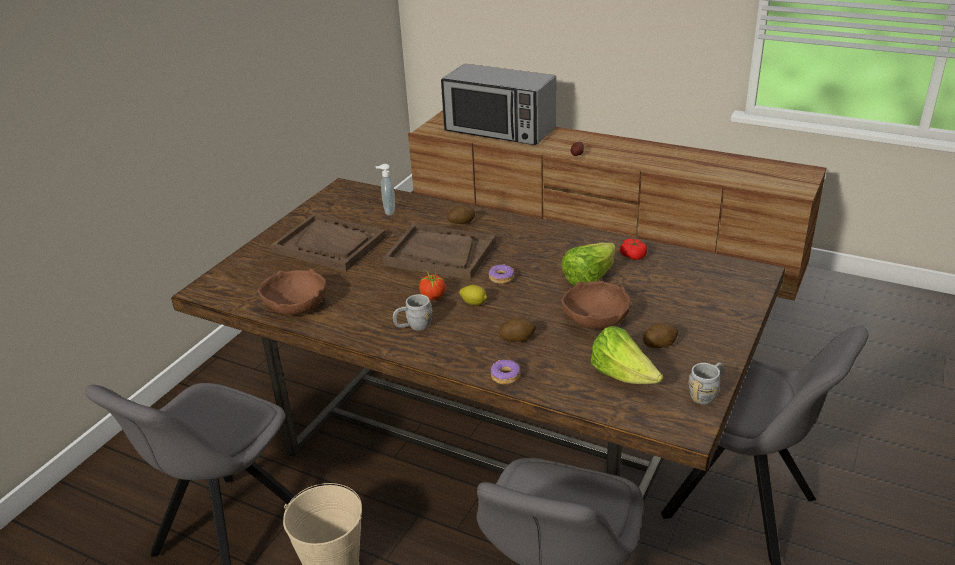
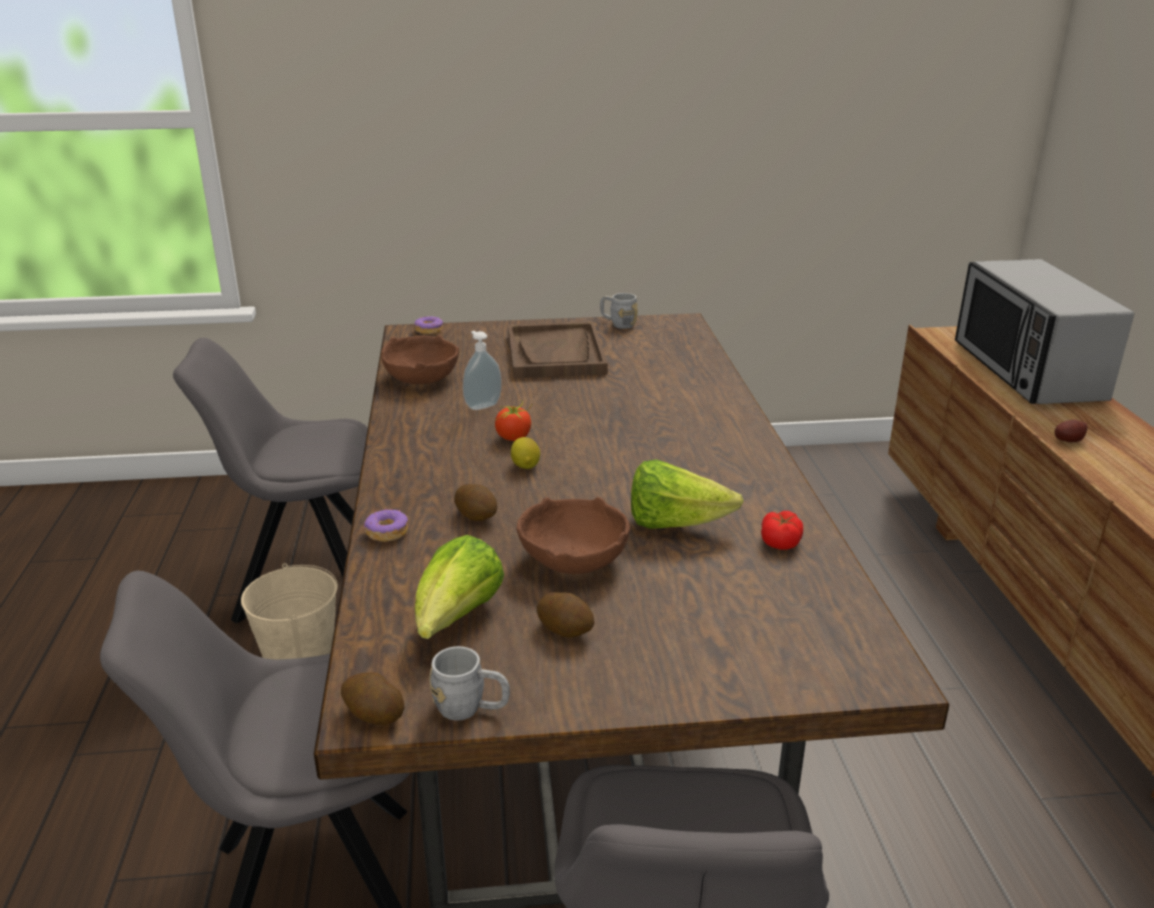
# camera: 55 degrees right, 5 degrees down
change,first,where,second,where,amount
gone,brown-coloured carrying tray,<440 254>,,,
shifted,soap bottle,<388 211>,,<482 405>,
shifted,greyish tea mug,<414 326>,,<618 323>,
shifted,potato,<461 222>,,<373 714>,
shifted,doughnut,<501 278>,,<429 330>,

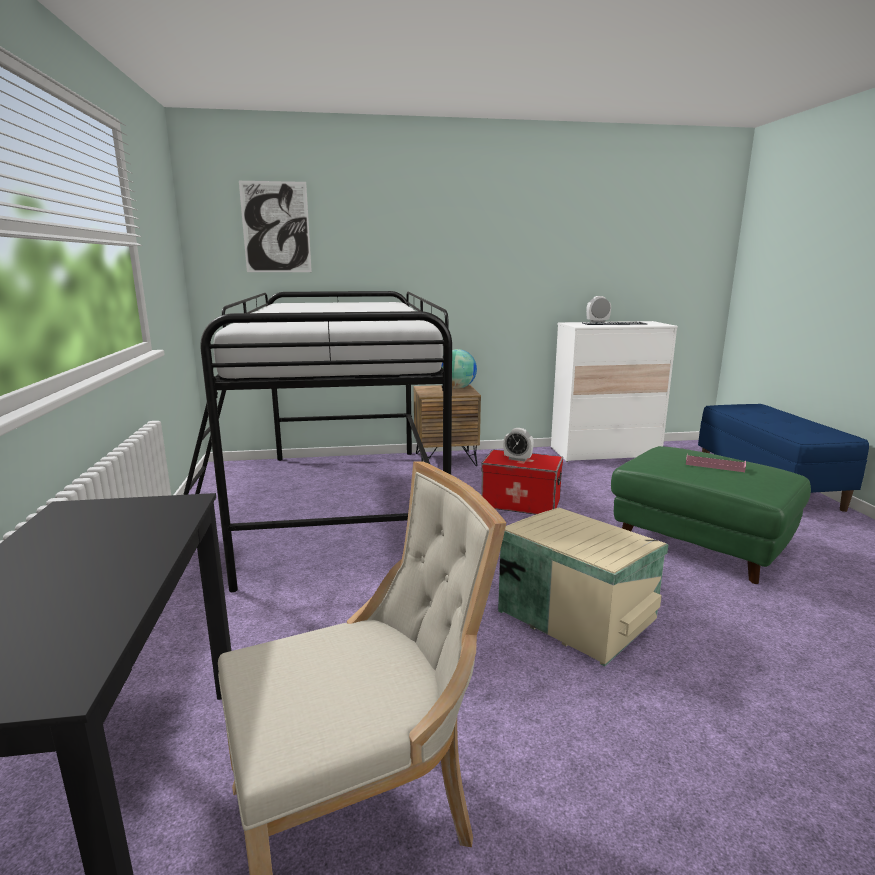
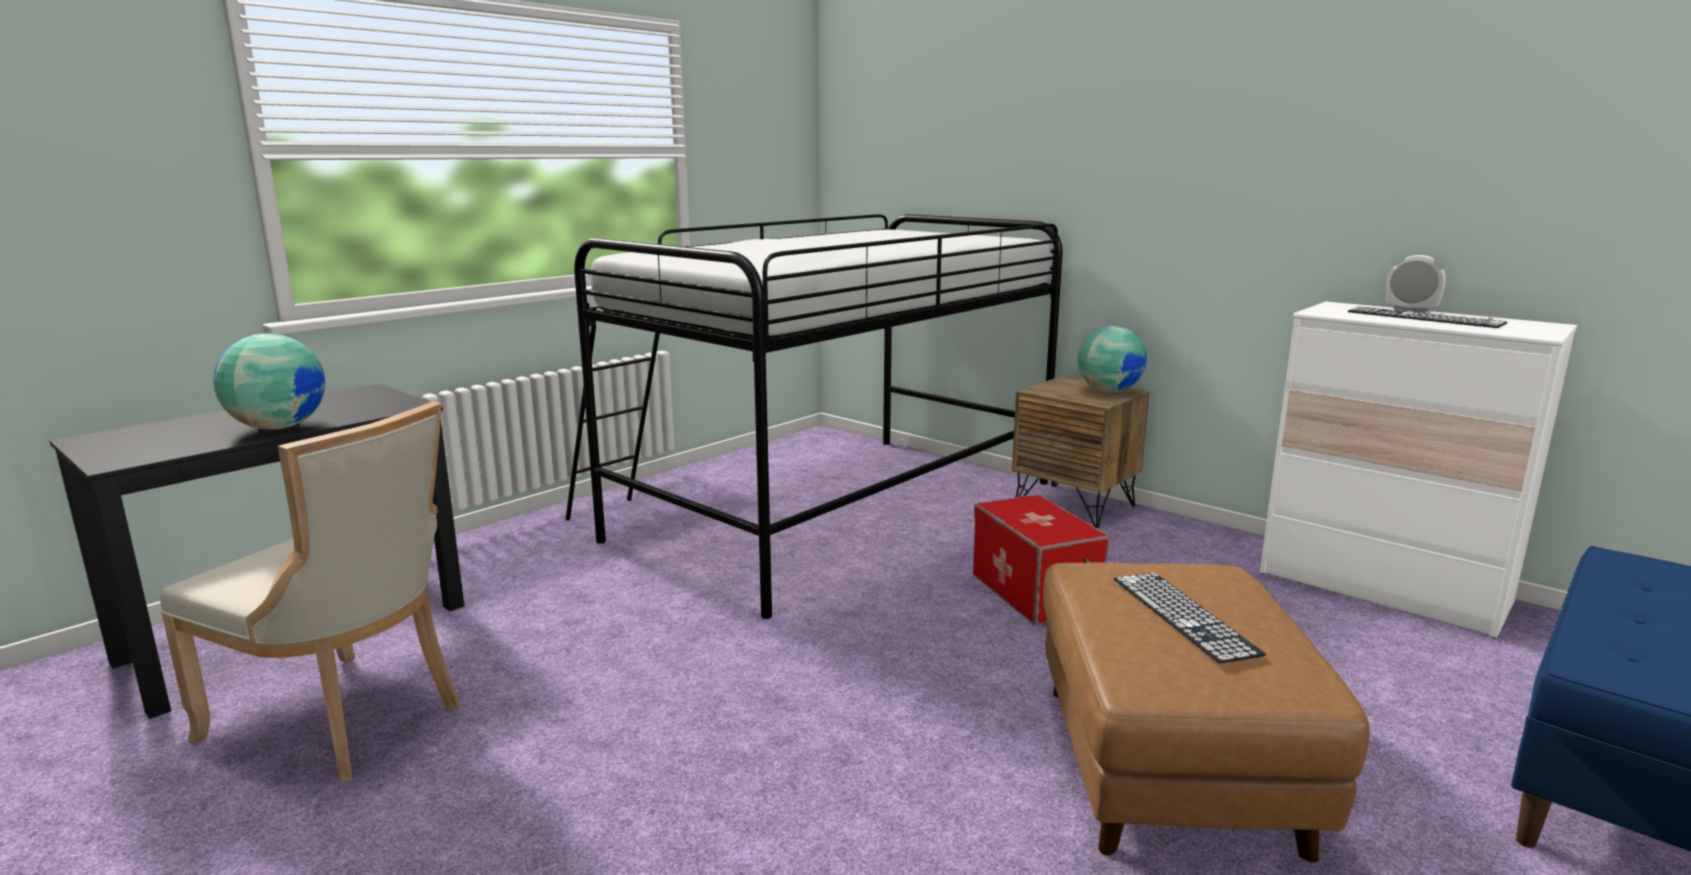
# camera: 50 degrees right, 0 degrees up
change,first,where,second,where,amount
gone,wall art,<276 227>,,,
gone,beige storage bin,<576 613>,,,
gone,table clock,<517 459>,,,
new,,,world globe,<278 427>,
swapped,pink-coloured carrying tray,<714 465>,keyboard,<1183 615>,
repainted,green-coloured pouffe,<700 543>,brown-coloured pouffe,<1170 766>,

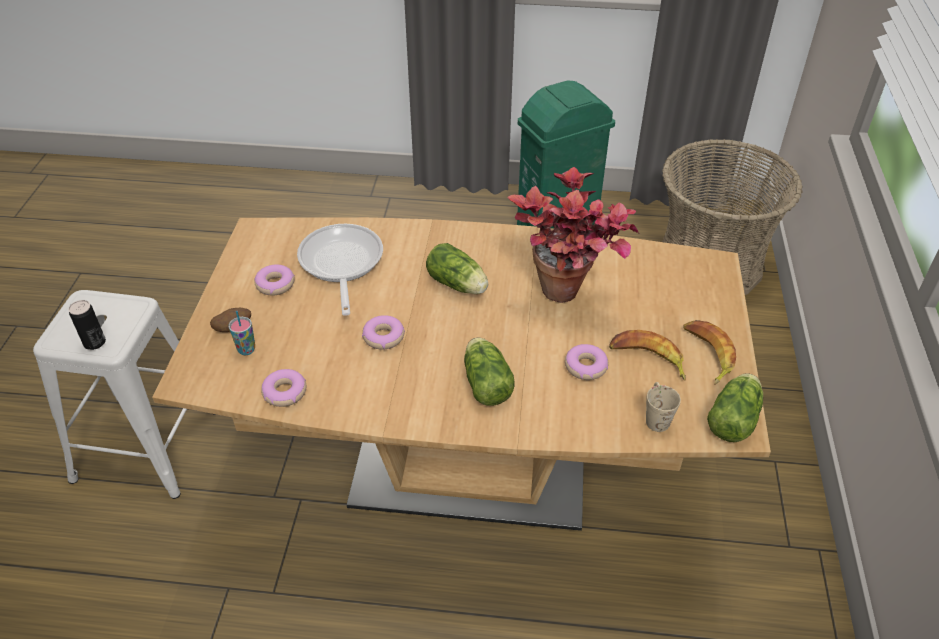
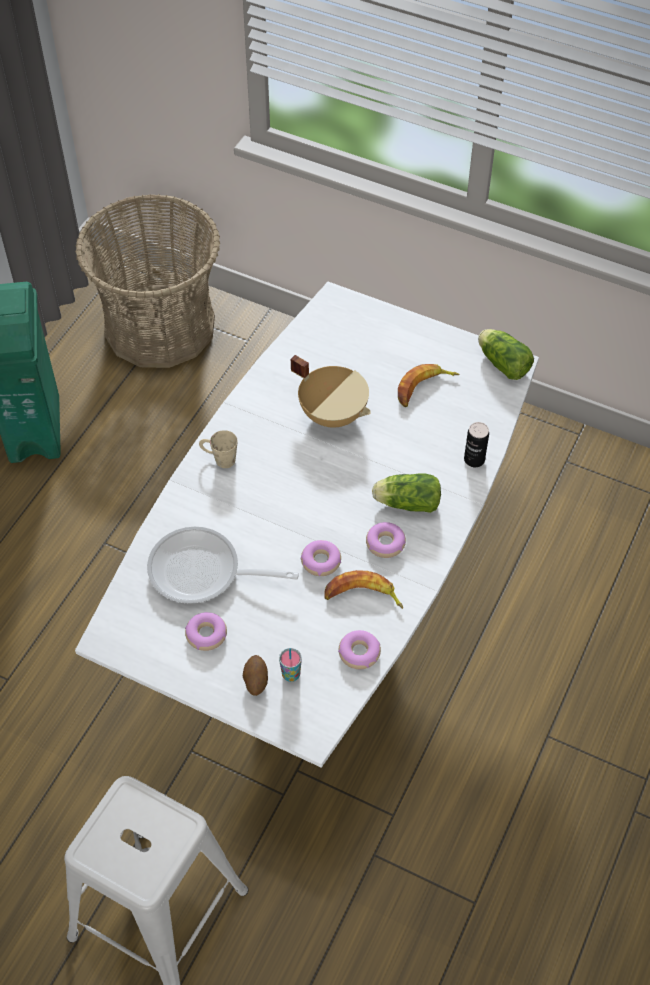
# camera: 70 degrees left, 10 degrees up
change,first,where,second,where,amount
gone,lettuce head,<458 285>,,,
shifted,metal can,<94 343>,,<474 459>,
shifted,doughnut,<585 367>,,<385 543>,
shifted,beige tea mug,<655 416>,,<219 459>,
shifted,whole banana,<707 354>,,<362 596>,
swapped,houseplant,<569 299>,beige saucepot,<333 413>,
repainted,brown-coloured kitchen table,<469 472>,white-coloured kitchen table,<325 616>,

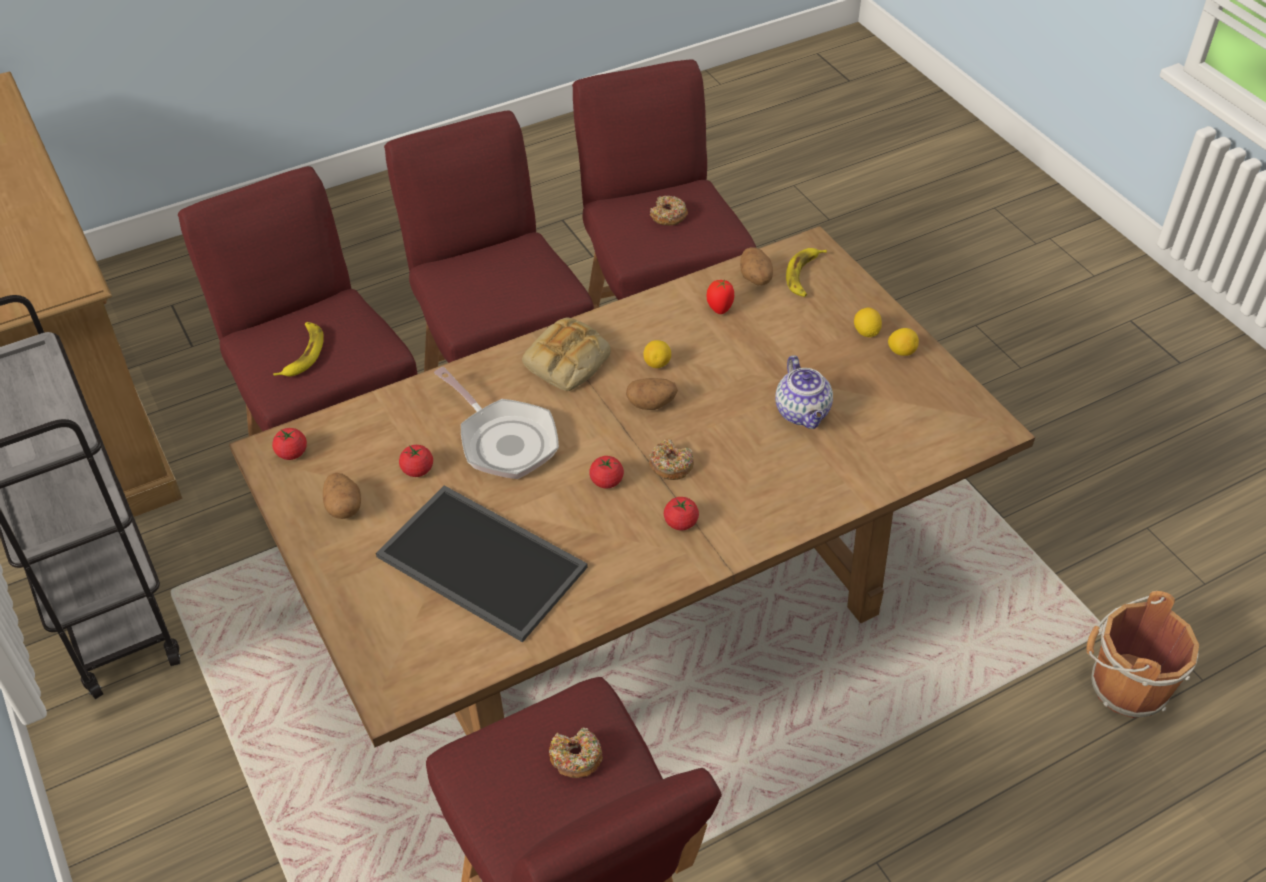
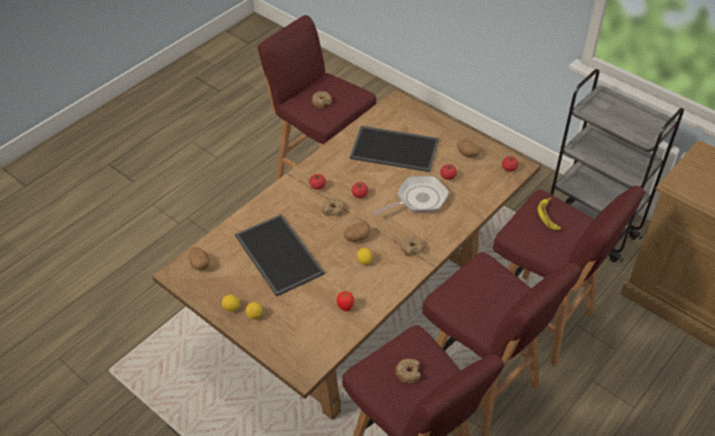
# camera: 160 degrees right, 0 degrees up
change,first,where,second,where,amount
gone,whole banana,<804 275>,,,
gone,brown-coloured pail,<1124 685>,,,
shifted,potato,<756 279>,,<200 264>,
swapped,bakery bread,<567 362>,doughnut,<412 248>,
swapped,tea pot,<803 413>,carrying tray,<277 254>,
rotated,pan,<504 440>,,<418 200>,120 degrees clockwise

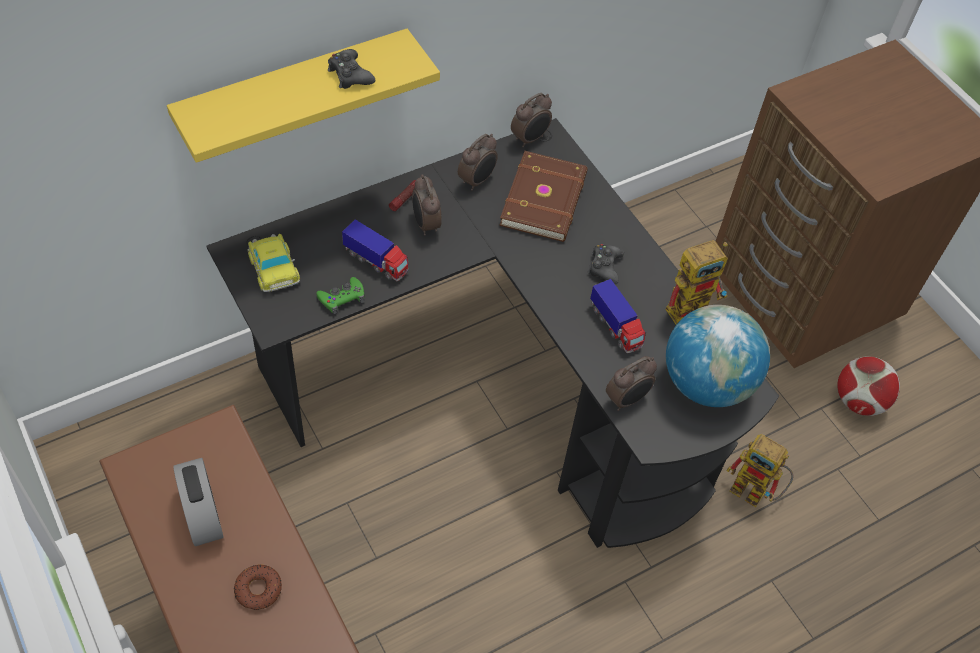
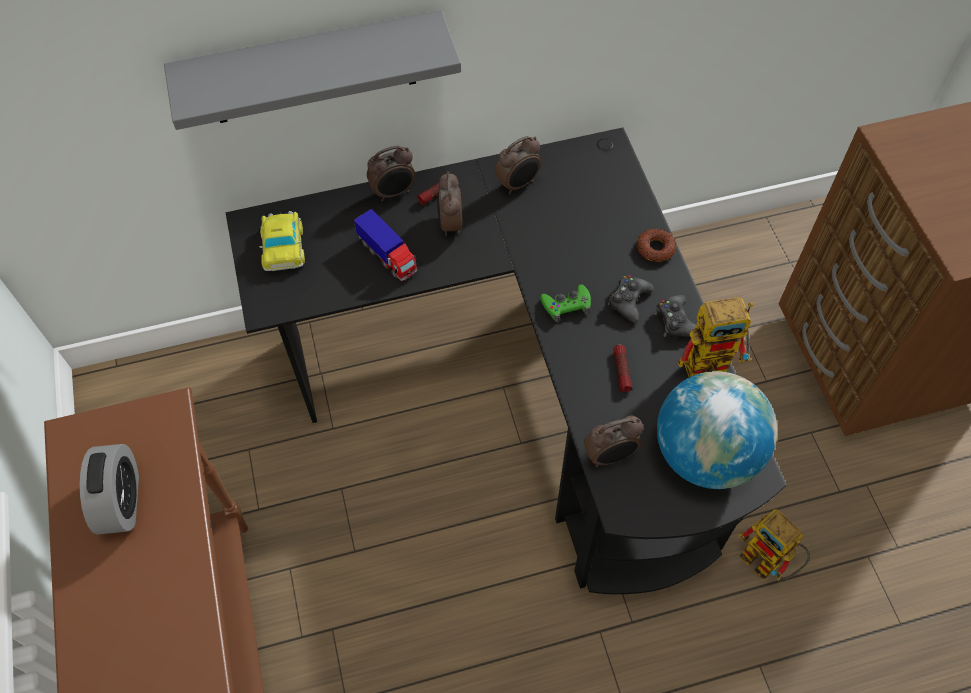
# camera: 20 degrees right, 5 degrees up
change,first,where,second,where,amount
gone,brown-coloured bound book,<545 199>,,,
gone,football ball,<859 401>,,,
shifted,doughnut,<258 589>,,<655 248>,
shifted,green-coloured game controller,<342 298>,,<566 305>,
shifted,blackish game controller,<350 75>,,<675 322>,
shifted,table clock,<530 139>,,<394 192>,
swapped,toy truck,<615 327>,hand torch,<621 371>,
repainted,yellow bracket shelf,<294 95>,greyish bracket shelf,<312 69>,

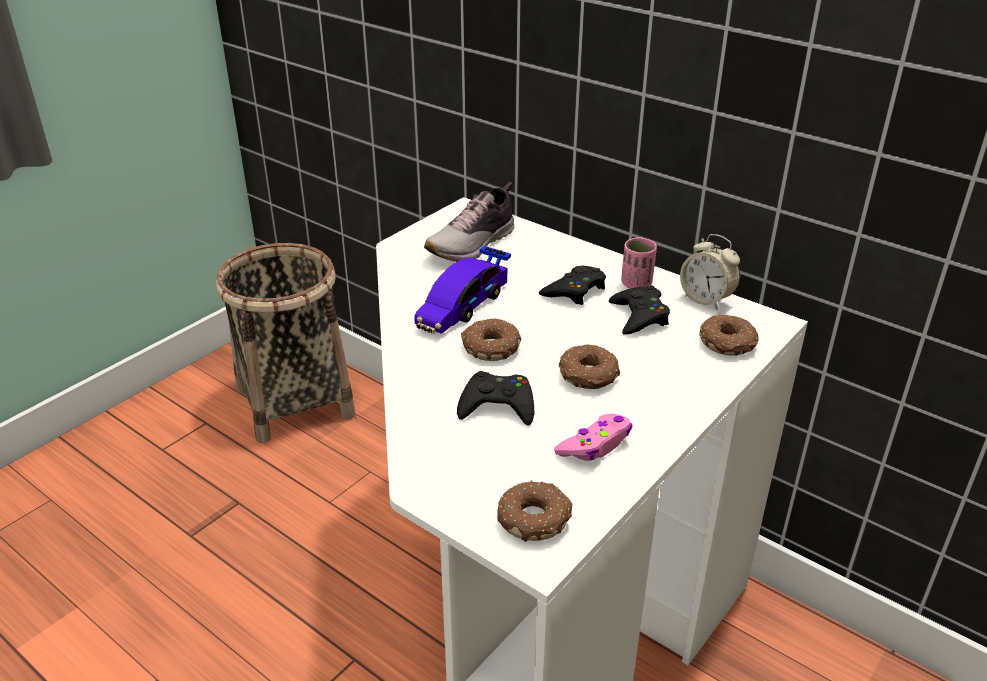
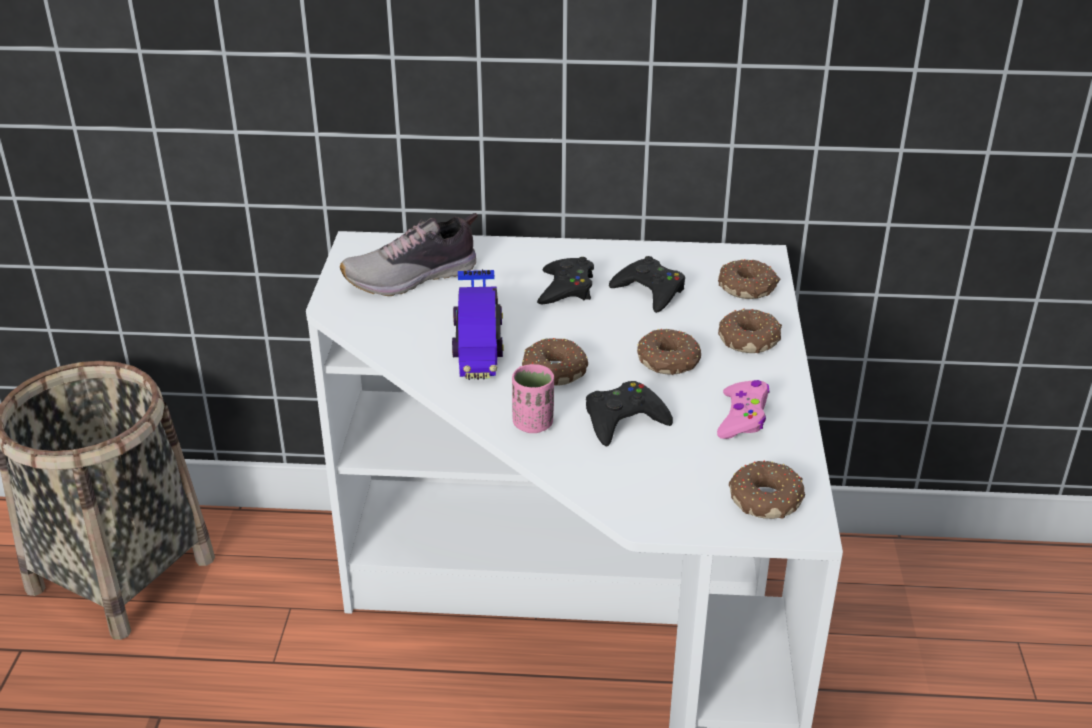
# camera: 35 degrees left, 0 degrees up
change,first,where,second,where,amount
gone,table clock,<706 299>,,,
new,,,doughnut,<749 339>,
shifted,pink-coloured small cup,<636 284>,,<533 424>,
rotated,low shoe,<473 244>,,<413 277>,60 degrees clockwise

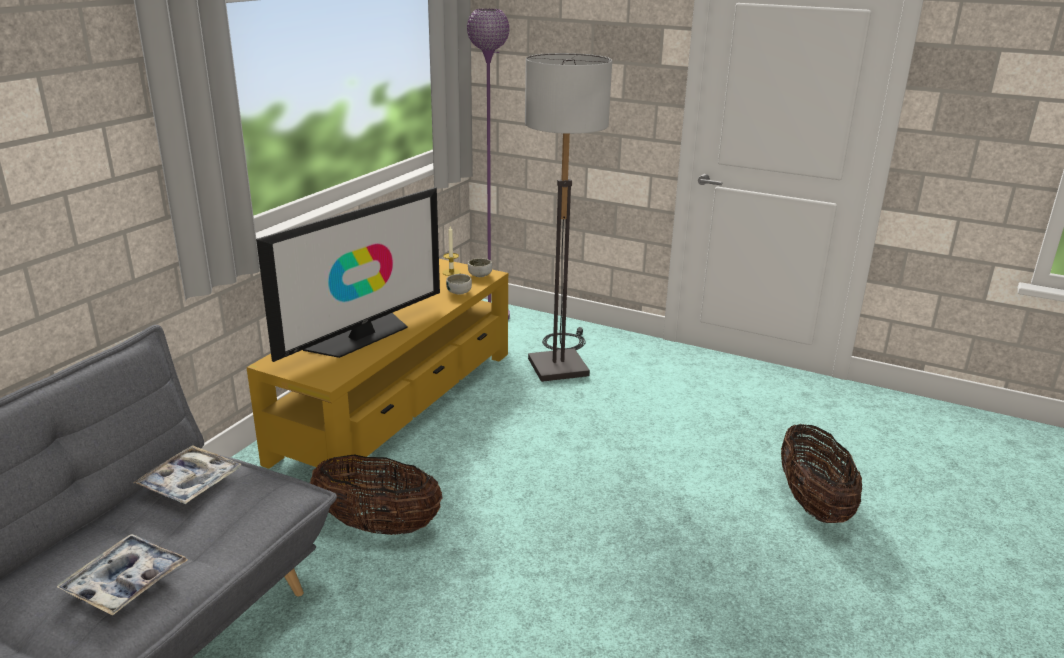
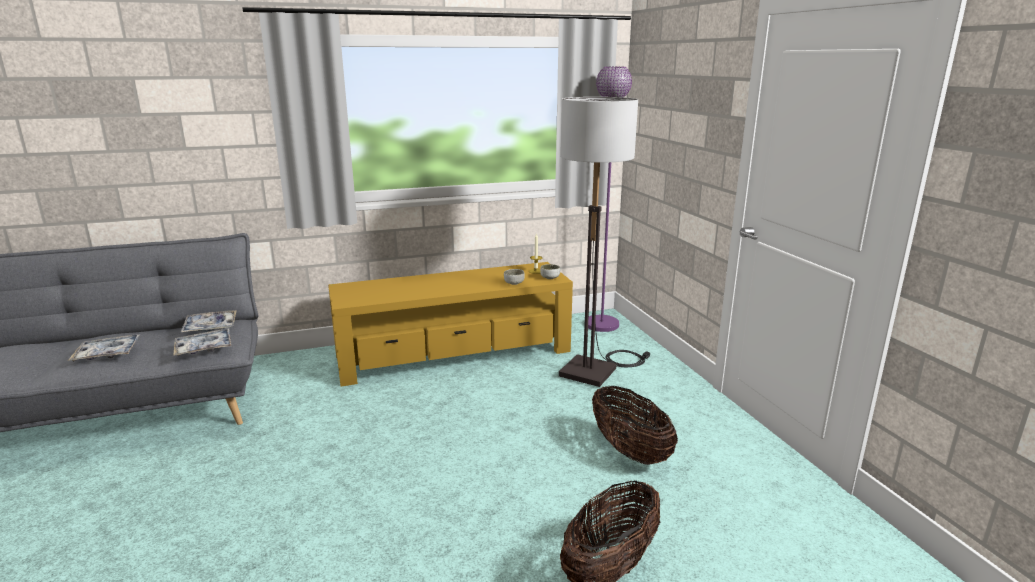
# camera: 45 degrees right, 5 degrees down
change,first,where,second,where,amount
gone,TV set,<362 336>,,,
new,,,carrying tray,<204 348>,
shifted,household basket,<378 526>,,<630 451>,

